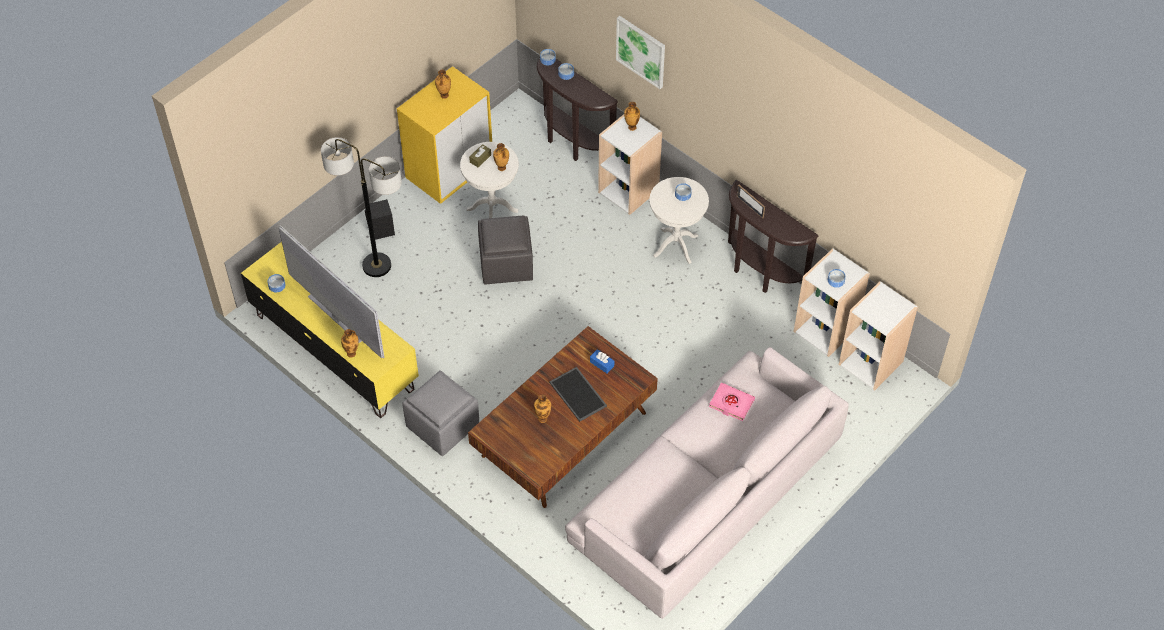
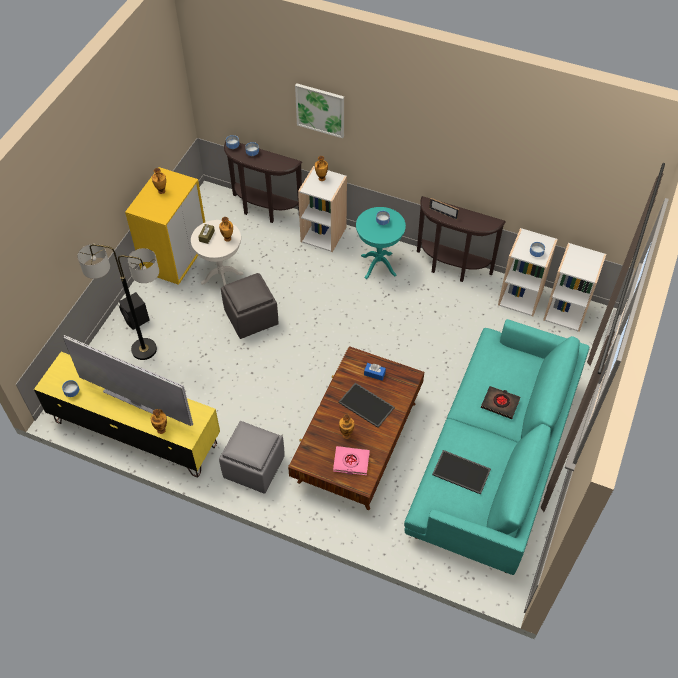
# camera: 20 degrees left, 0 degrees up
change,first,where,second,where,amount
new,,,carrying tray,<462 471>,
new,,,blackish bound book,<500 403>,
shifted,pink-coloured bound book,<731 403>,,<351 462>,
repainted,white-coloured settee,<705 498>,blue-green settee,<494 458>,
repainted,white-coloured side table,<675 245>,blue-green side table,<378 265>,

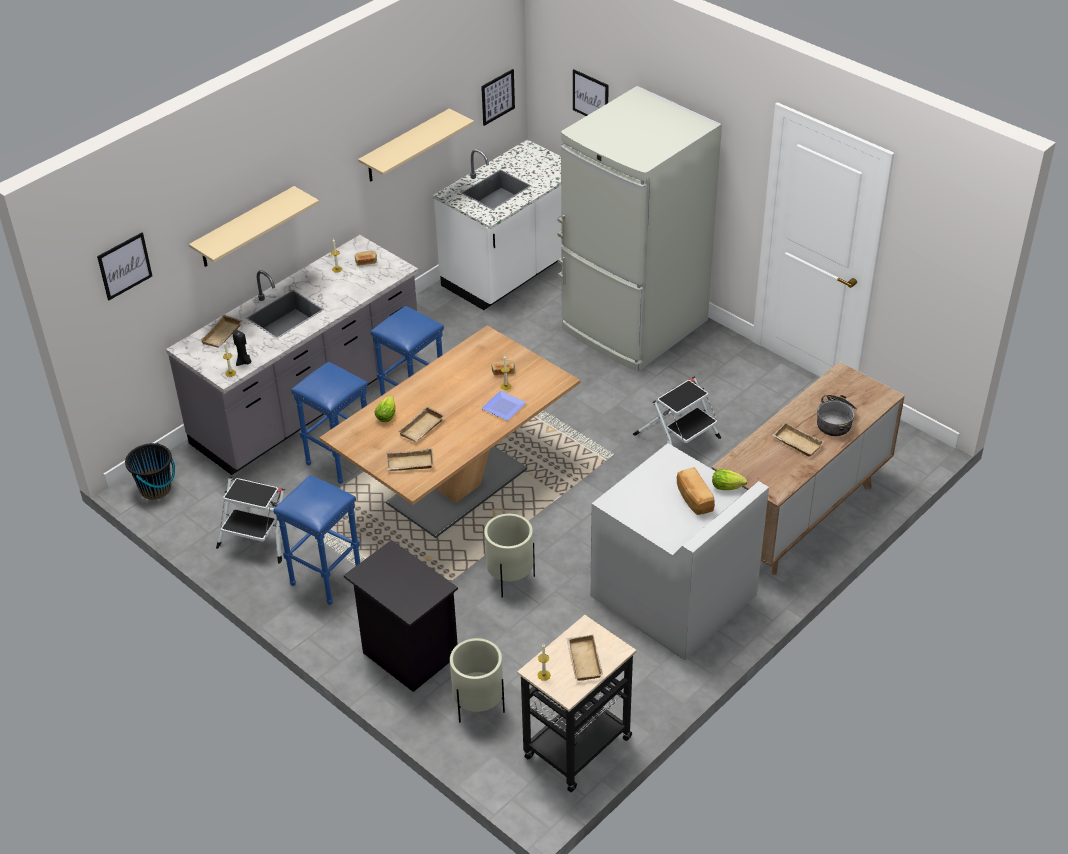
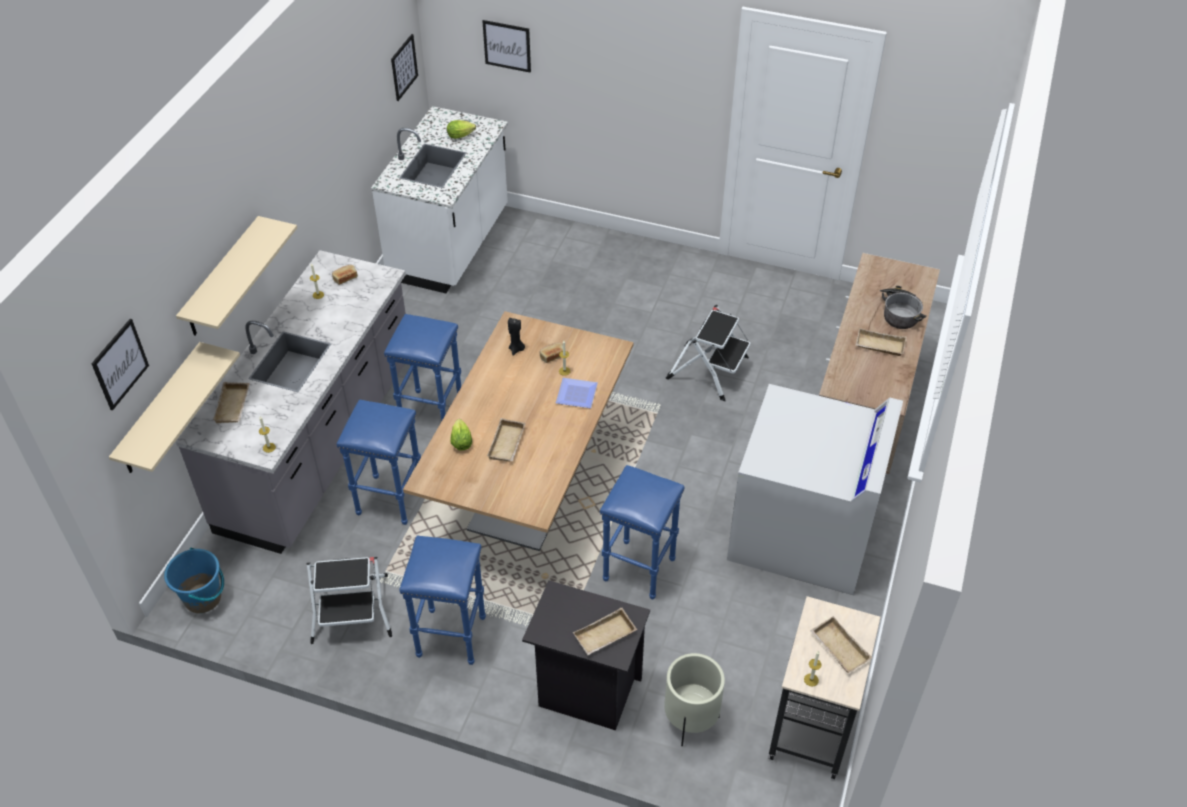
# camera: 25 degrees left, 5 degrees up
change,first,where,second,where,amount
gone,white-coloured fridge,<633 325>,,,
gone,bakery bread,<693 499>,,,
shifted,blackish wax candle,<244 362>,,<516 349>,
shifted,beige bracket shelf,<405 146>,,<161 410>,
shifted,beige carrying tray,<409 464>,,<605 636>,
shifted,lettuce head,<729 487>,,<462 135>,
swapped,beige plant pot,<510 580>,bluish sitting stool,<640 570>,
repainted,blackish pail,<156 489>,bluish pail,<203 598>,

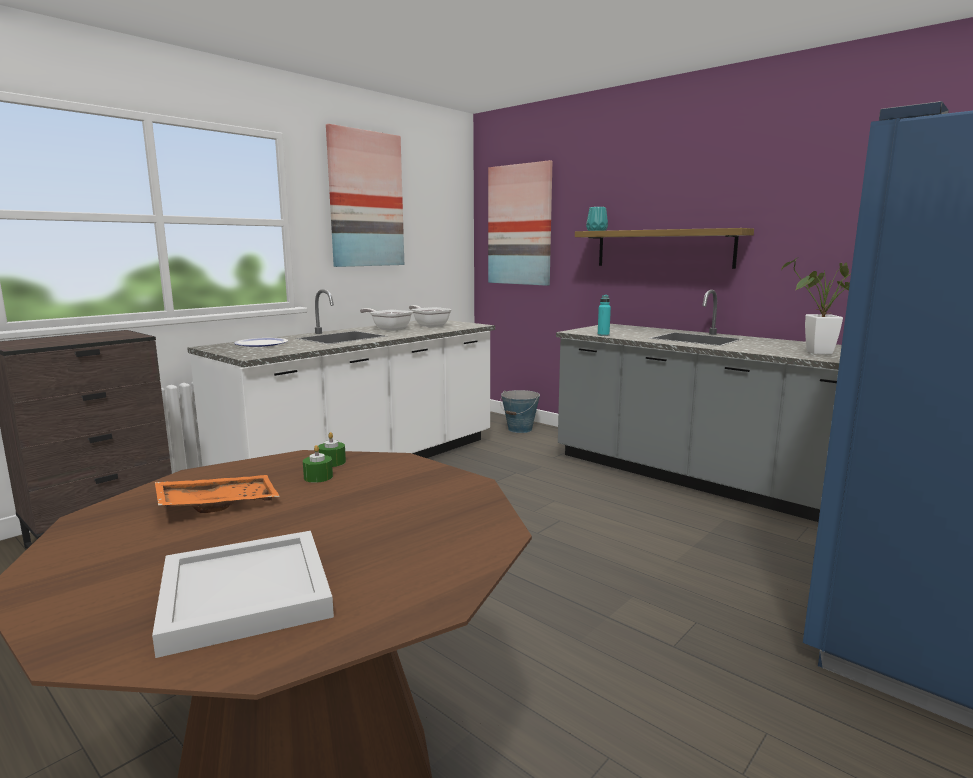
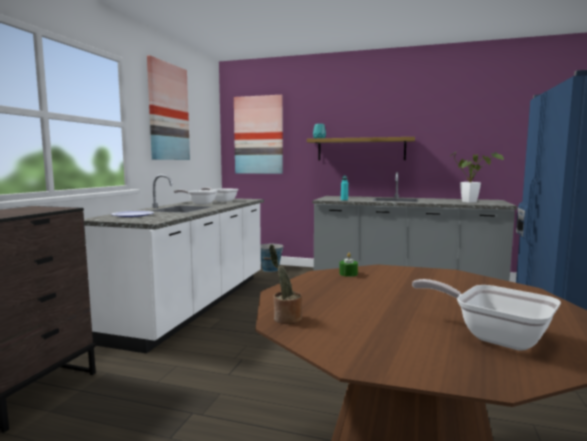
# camera: 25 degrees left, 5 degrees down
change,first,where,second,where,amount
gone,orangey carrying tray,<218 504>,,,
gone,green-coloured wax candle,<318 477>,,,
new,,,houseplant,<285 319>,
swapped,white-coloured carrying tray,<248 592>,pan,<493 336>,

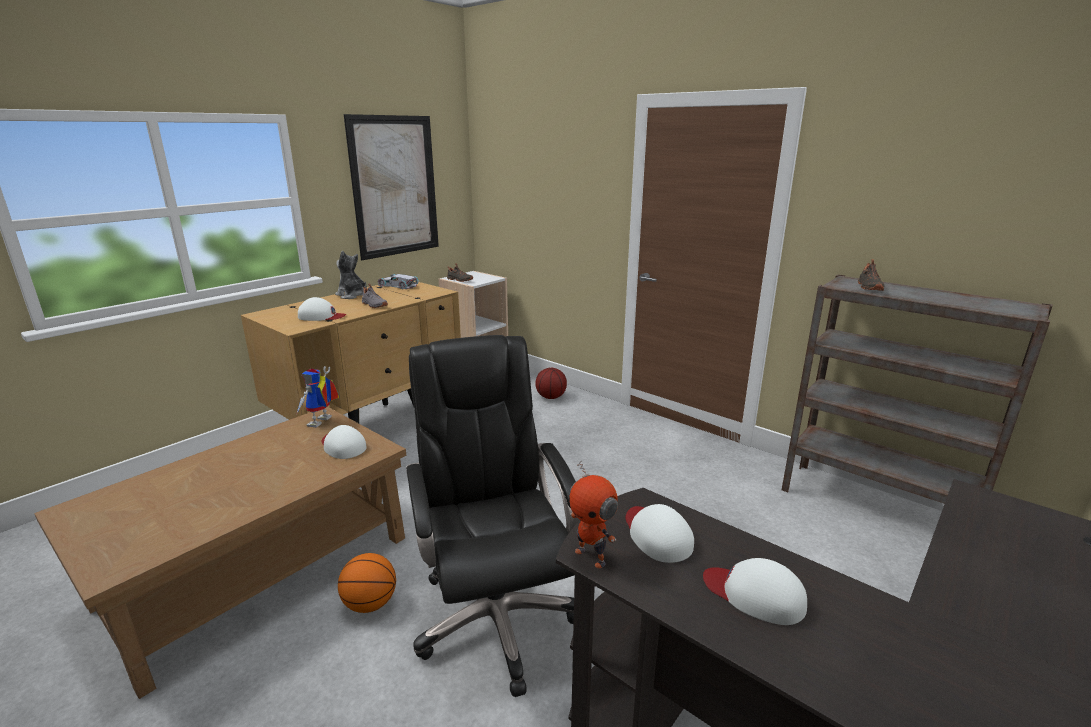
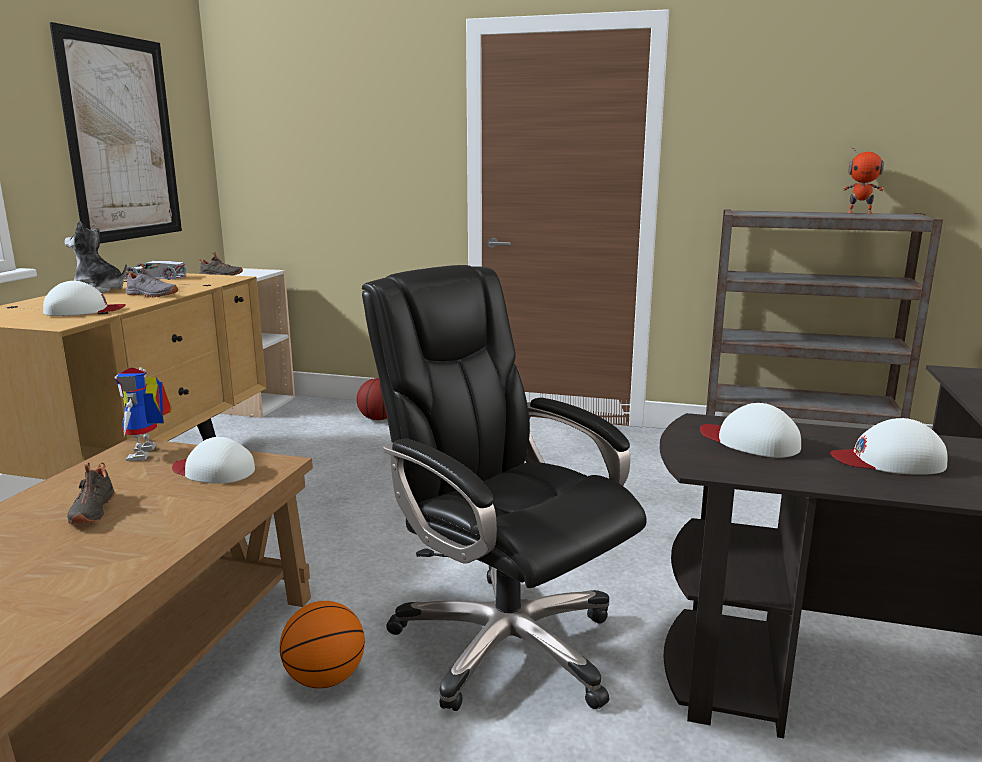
# camera: 25 degrees left, 5 degrees down
change,first,where,second,where,amount
shifted,model robot,<591 556>,,<859 213>,
shifted,blackish low shoe,<868 287>,,<91 511>,

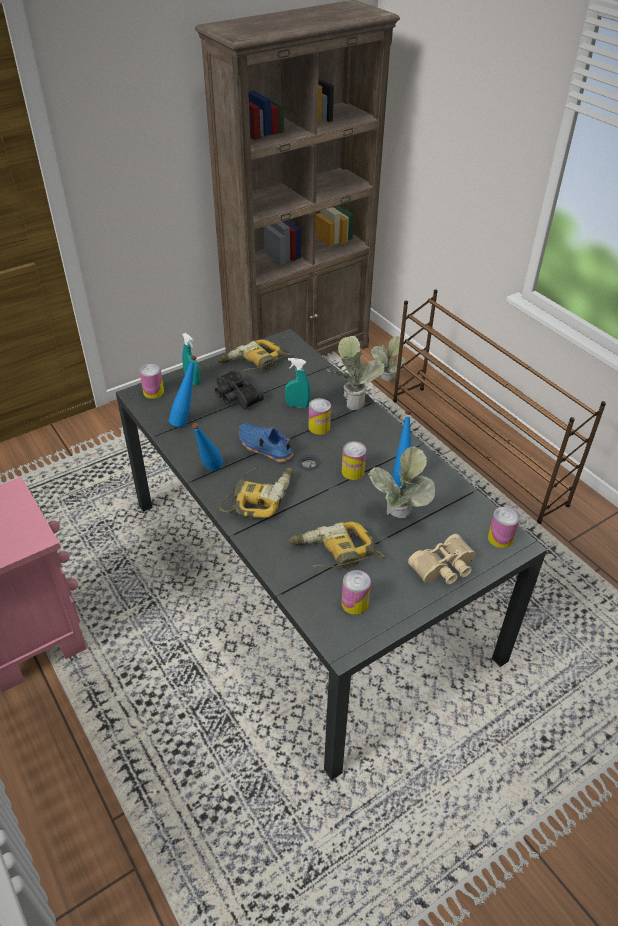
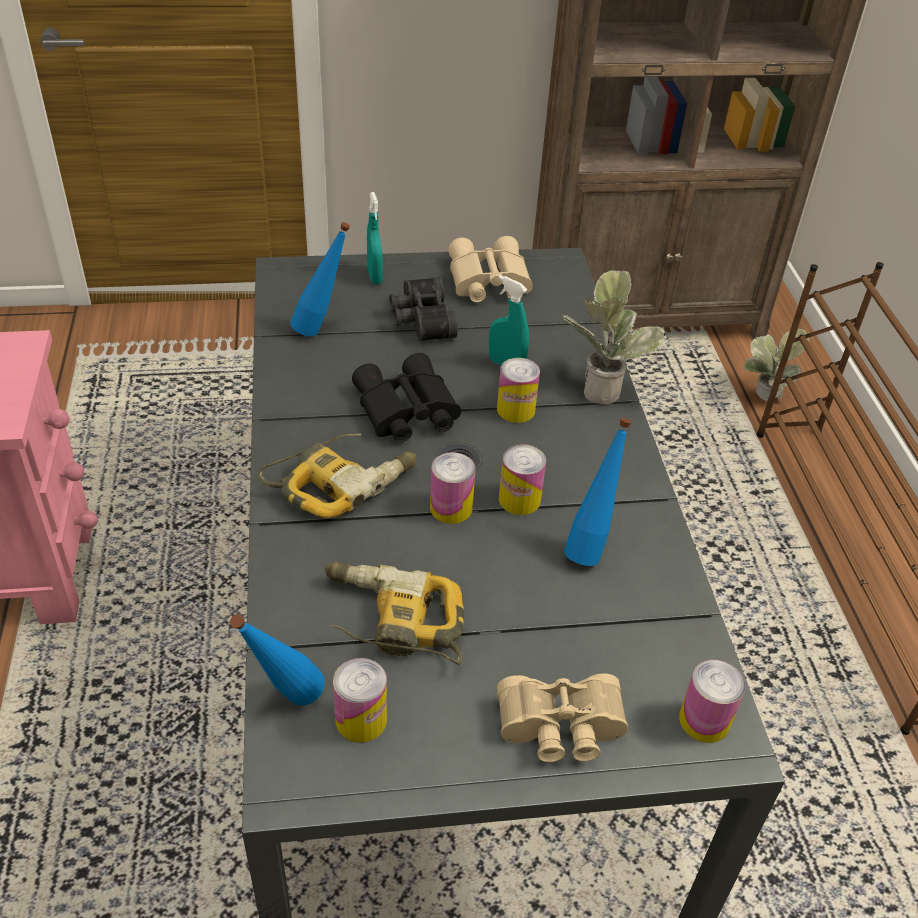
# camera: 25 degrees right, 0 degrees up
change,first,where,second,where,amount
gone,houseplant,<397 519>,,,
shifted,metal can,<153 392>,,<451 508>,
shifted,bluish drink bottle,<209 472>,,<285 704>,
swapped,electric drill,<255 363>,beige field glasses,<487 281>,
swapped,bluish low shoe,<264 448>,blackish field glasses,<405 411>,

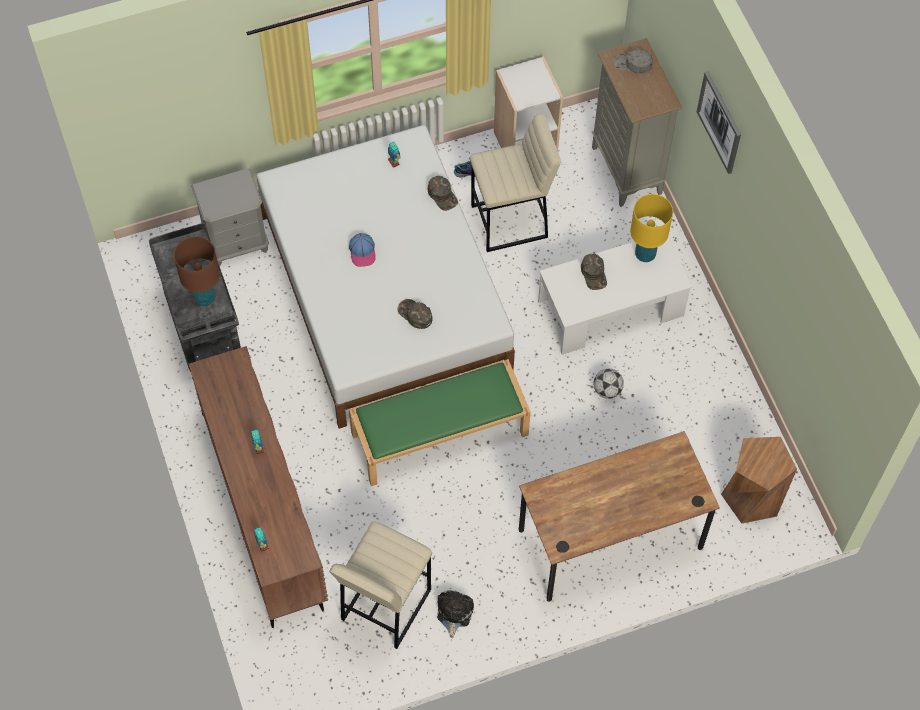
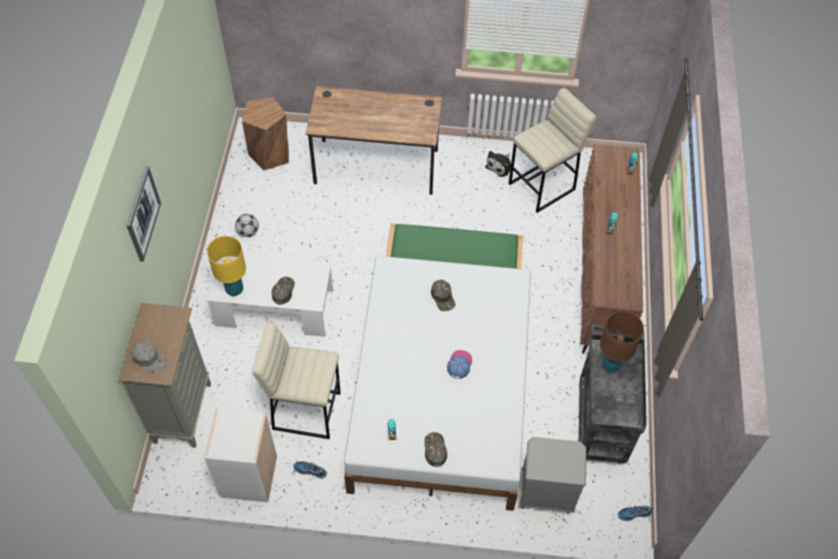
# camera: 155 degrees left, 5 degrees down
change,first,where,second,where,amount
new,,,low shoe,<634 514>,
shifted,green-coloured baseball cap,<442 195>,,<435 450>,
shifted,football ball,<607 390>,,<248 232>,

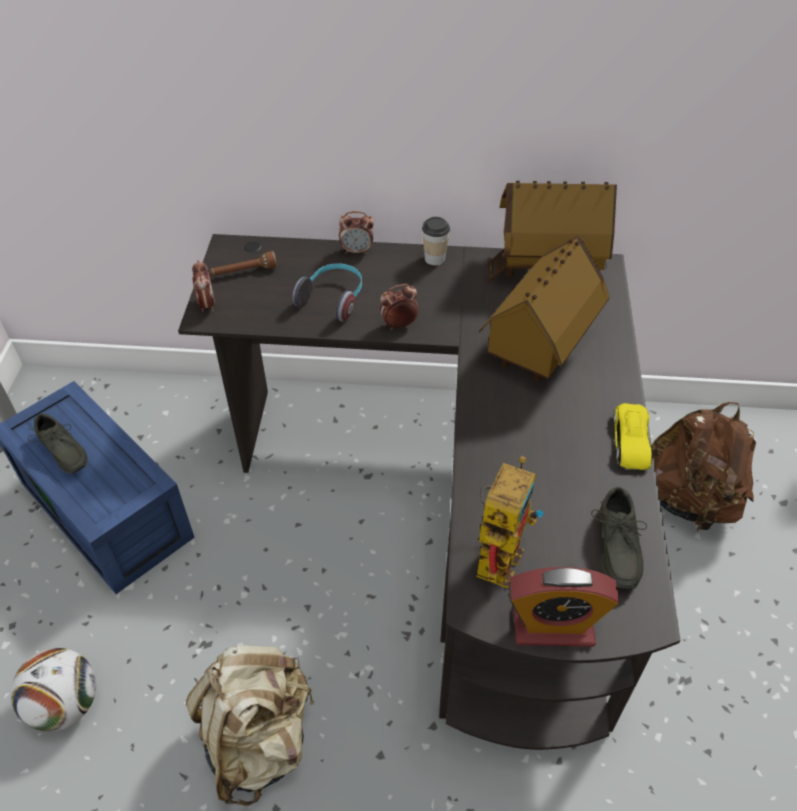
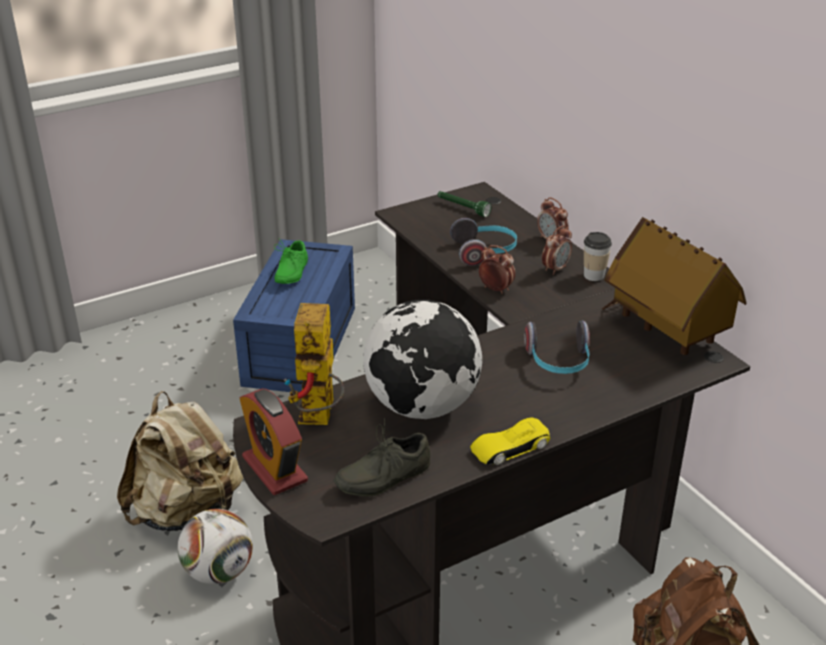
# camera: 55 degrees right, 15 degrees down
change,first,where,second,where,amount
new,,,world globe,<422 407>,
shifted,football ball,<65 704>,,<219 572>,
shifted,table clock,<207 304>,,<555 269>,
swapped,toy house,<539 348>,headset,<558 362>,
repainted,greyish low shoe,<61 453>,green-coloured low shoe,<289 272>,
repainted,brown-coloured hand torch,<244 272>,green-coloured hand torch,<462 208>,
rotated,model robot,<498 551>,,<319 418>,105 degrees clockwise

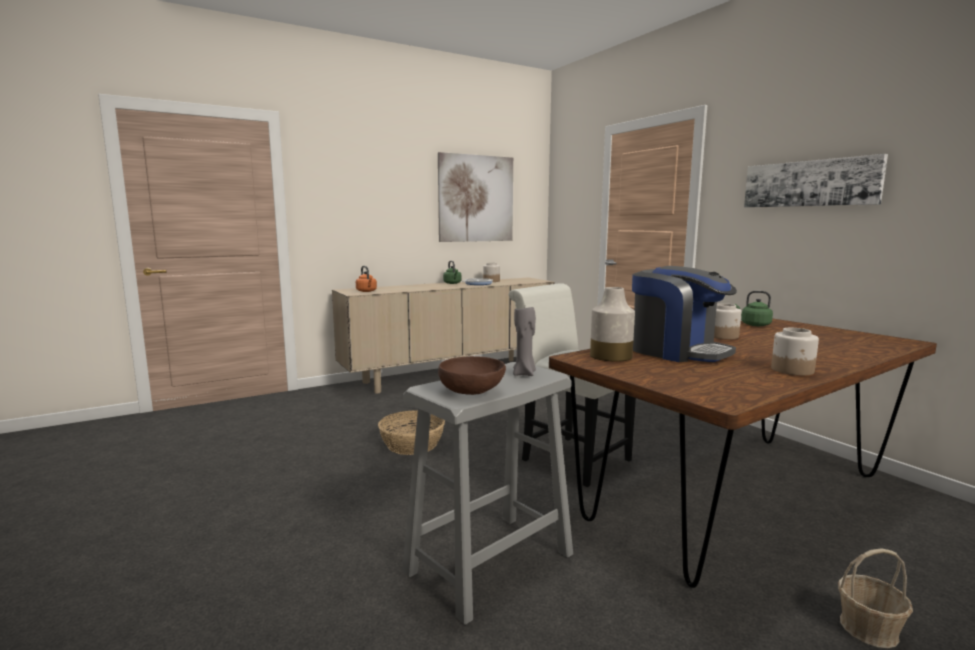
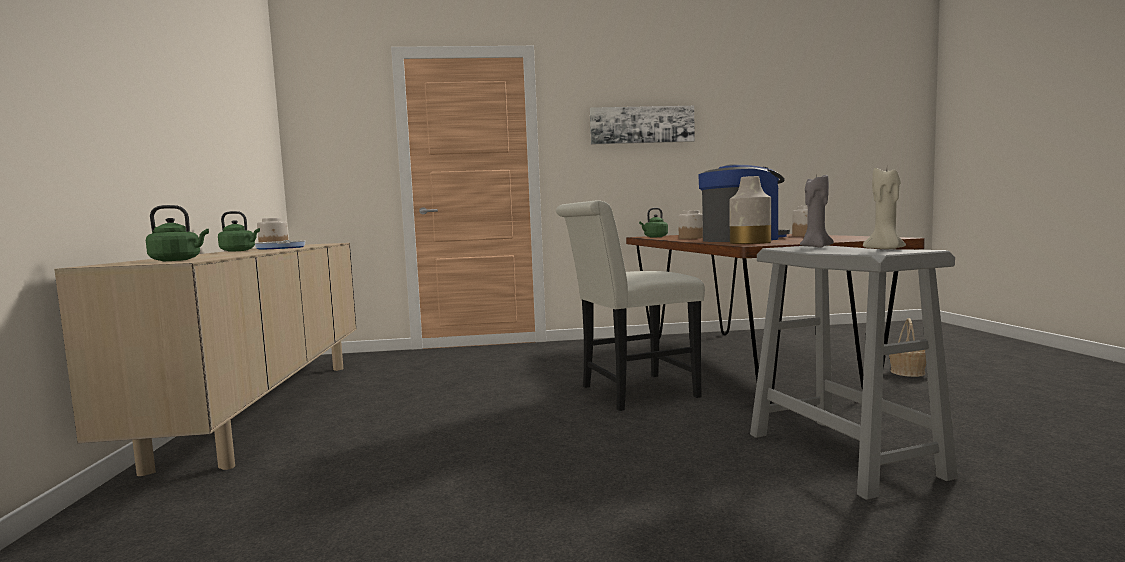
# camera: 65 degrees left, 5 degrees down
change,first,where,second,where,amount
gone,household basket,<412 444>,,,
gone,wall art,<476 198>,,,
swapped,brown-coloured serving bowl,<472 391>,beige wax candle,<885 249>,
repainted,orangey tea kettle,<367 291>,green-coloured tea kettle,<178 260>,

